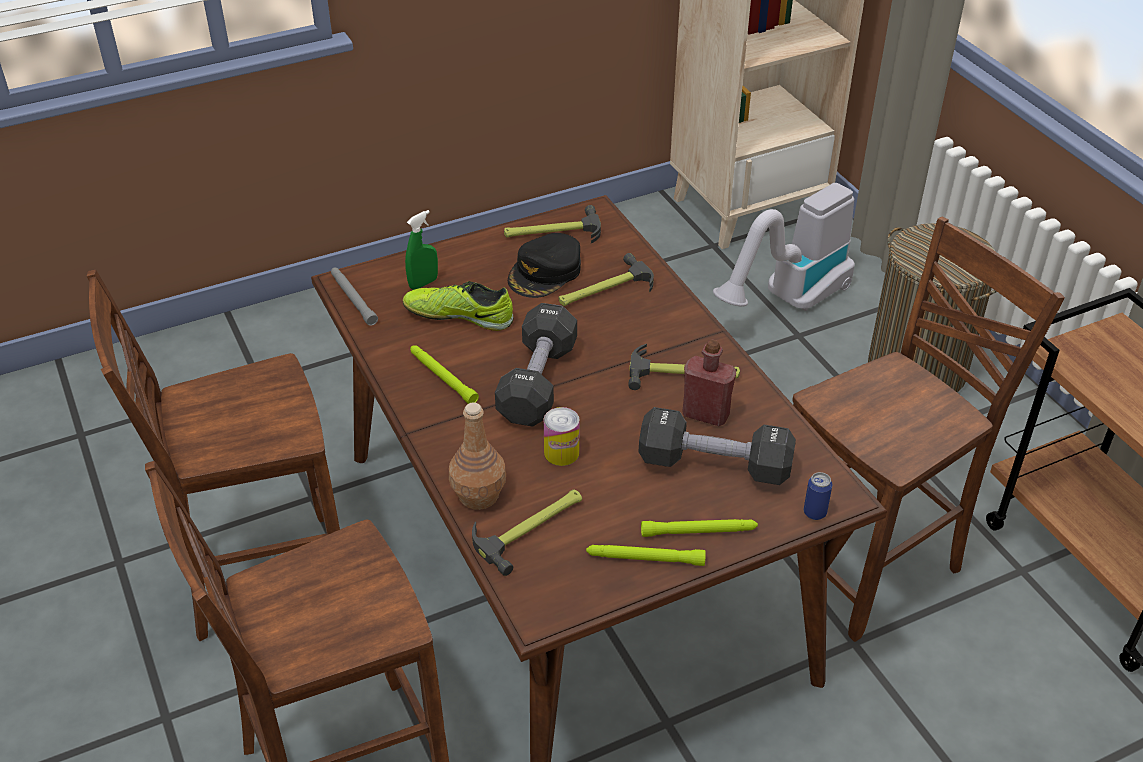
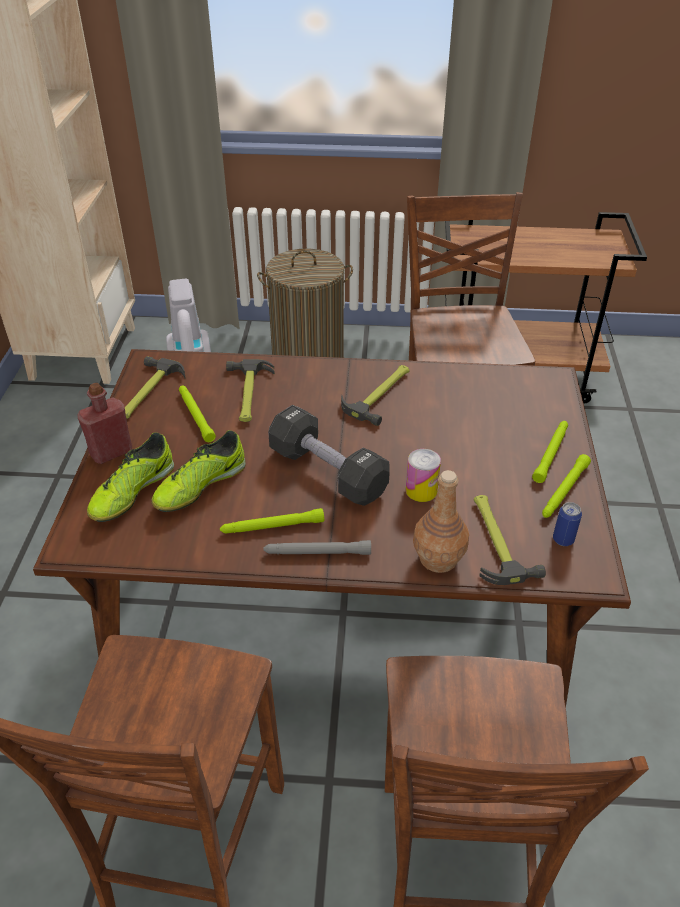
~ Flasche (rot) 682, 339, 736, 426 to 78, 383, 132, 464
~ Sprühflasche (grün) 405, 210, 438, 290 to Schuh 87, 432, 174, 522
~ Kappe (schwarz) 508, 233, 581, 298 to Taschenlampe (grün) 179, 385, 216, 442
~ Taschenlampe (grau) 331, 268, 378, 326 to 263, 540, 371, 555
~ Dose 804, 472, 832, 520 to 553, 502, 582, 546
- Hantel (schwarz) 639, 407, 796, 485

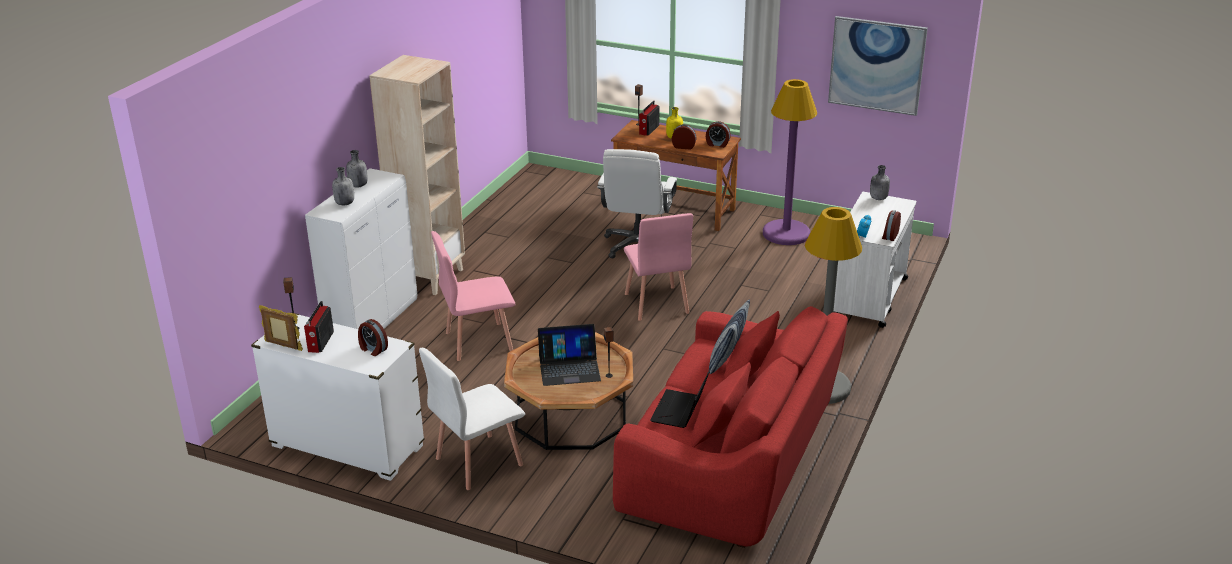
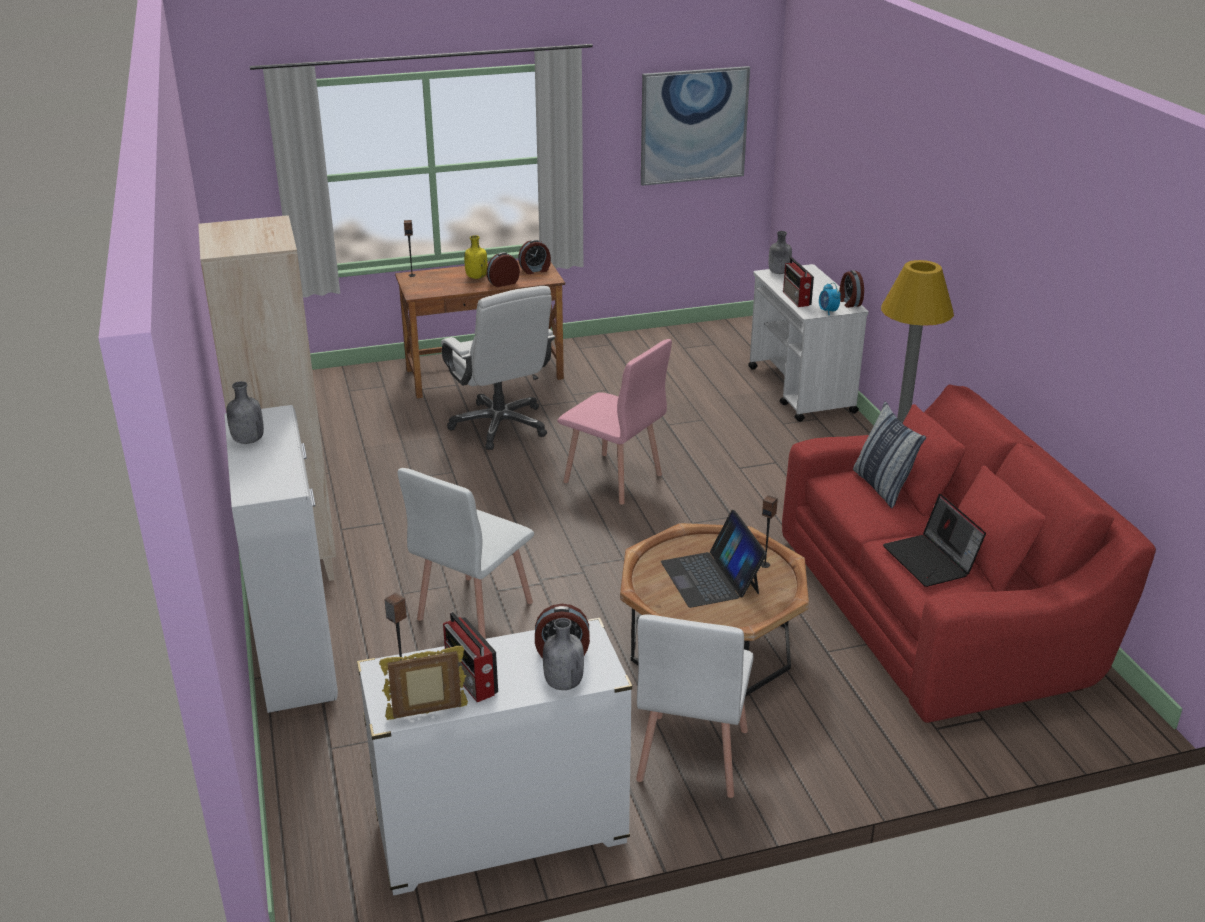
~ Stuhl (rosa) 431, 231, 516, 361 to Stuhl (weiß) 398, 468, 534, 639
~ Flasche (grau) 332, 167, 354, 205 to 543, 618, 584, 690
~ Laptop 538, 324, 601, 386 = 661, 510, 767, 608 120 degrees clockwise
~ Radio 639, 101, 660, 136 to 783, 257, 814, 307
- Stehlampe (lila) 763, 79, 817, 245

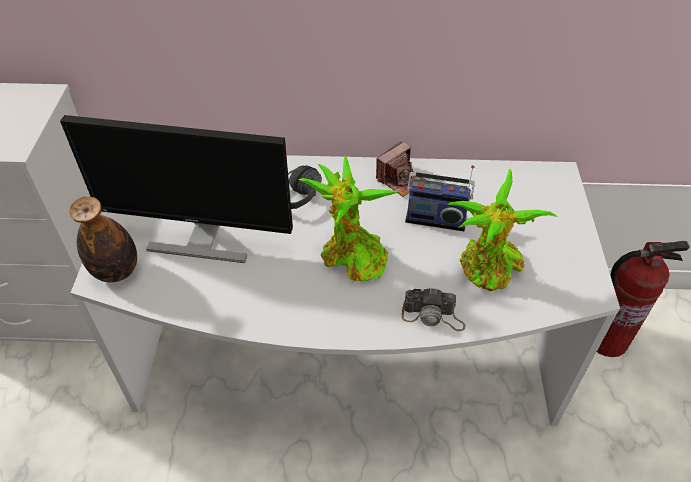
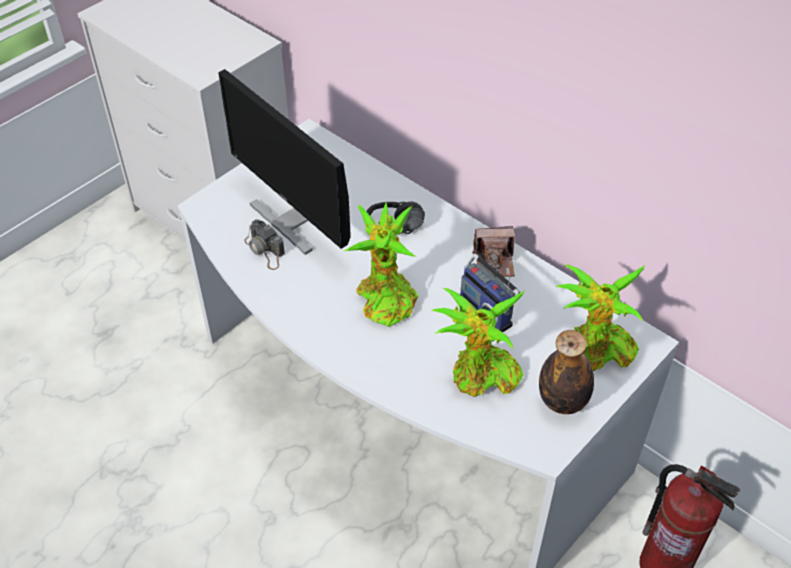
~ Kamera 402, 288, 465, 331 to 244, 219, 285, 270
~ Flasche 69, 196, 137, 282 to 539, 330, 594, 414
+ Topfpflanze 555, 265, 645, 371

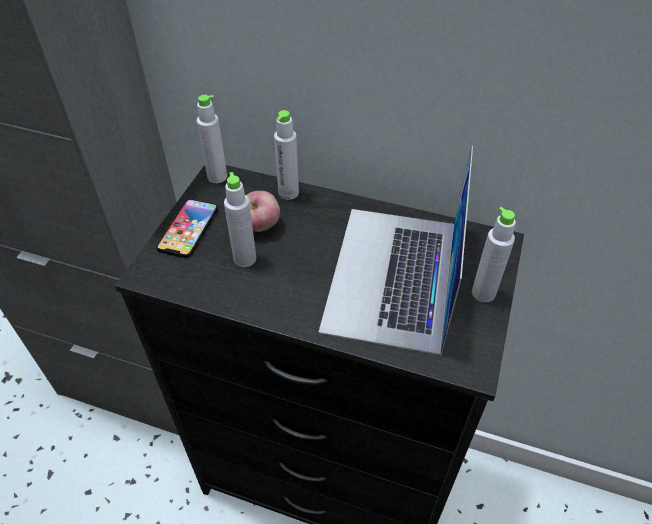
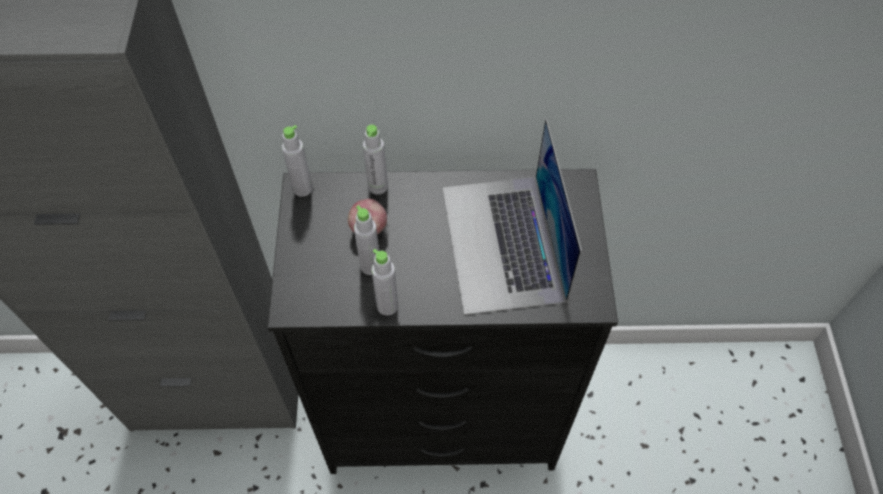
~ Flasche (grau) 472, 207, 516, 302 to 371, 249, 398, 315
- Handy 156, 199, 218, 258

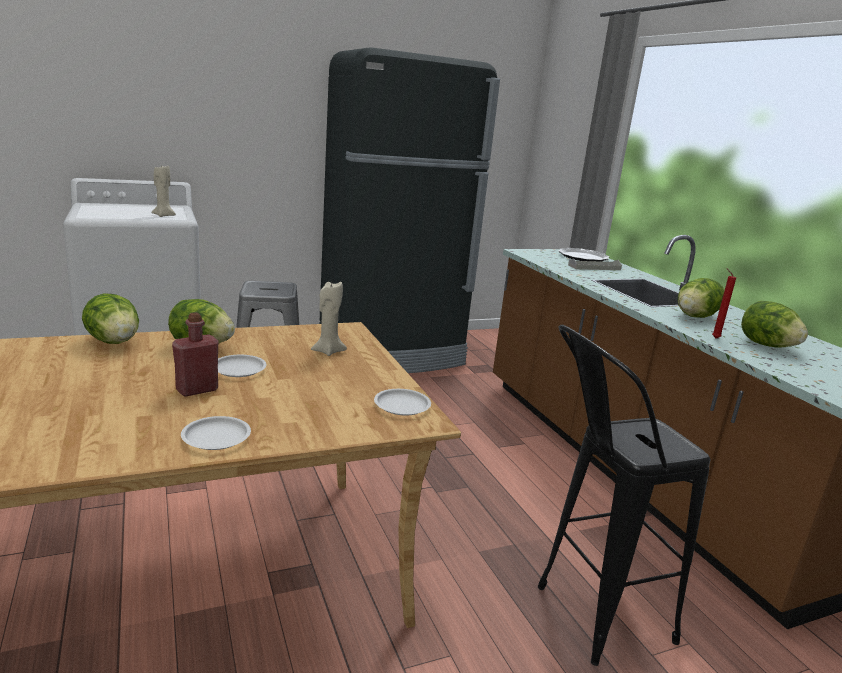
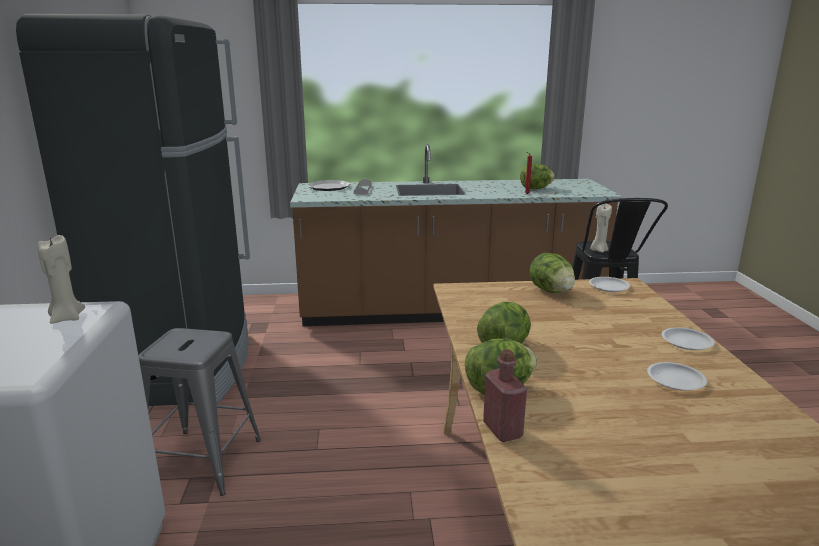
~ Flasche (rot) 172, 313, 218, 397 to 483, 349, 527, 442
~ Salatkopf 678, 278, 724, 318 to 529, 253, 575, 293
~ Kerze (beige) 311, 280, 347, 356 to 590, 204, 612, 253
~ Teller (weiß) 218, 355, 267, 377 to 647, 362, 707, 391

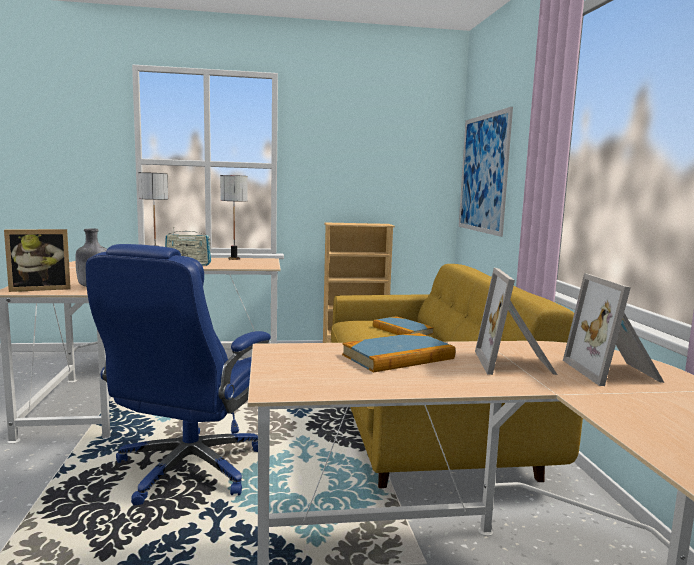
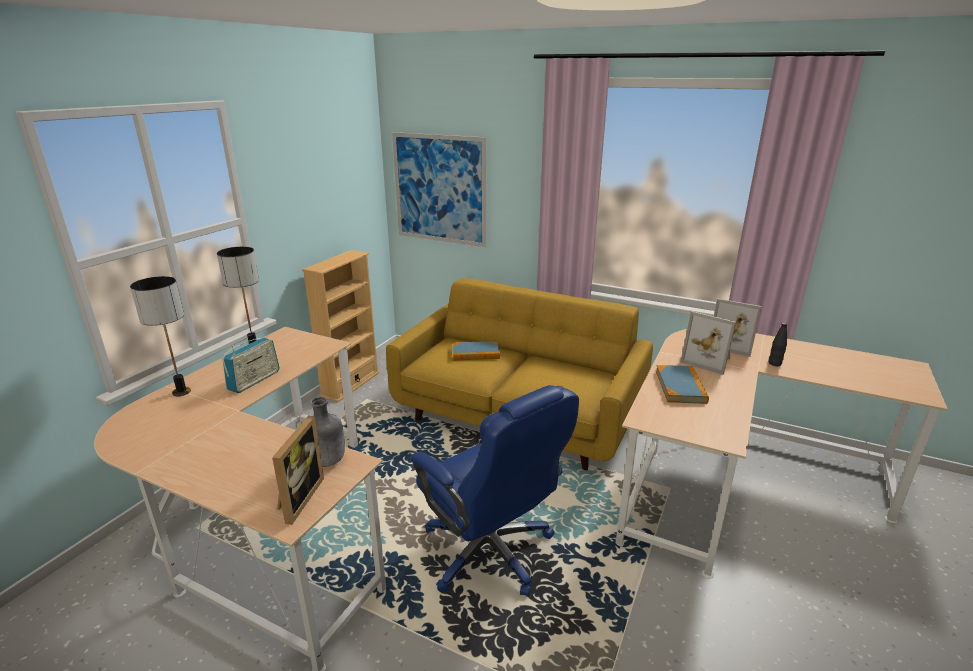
+ Flasche (schwarz) 769, 323, 787, 366

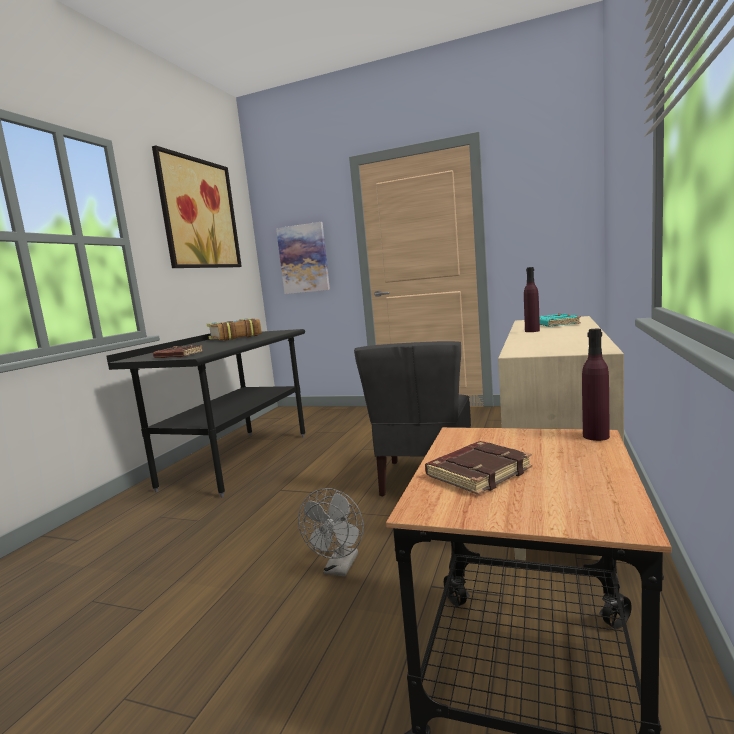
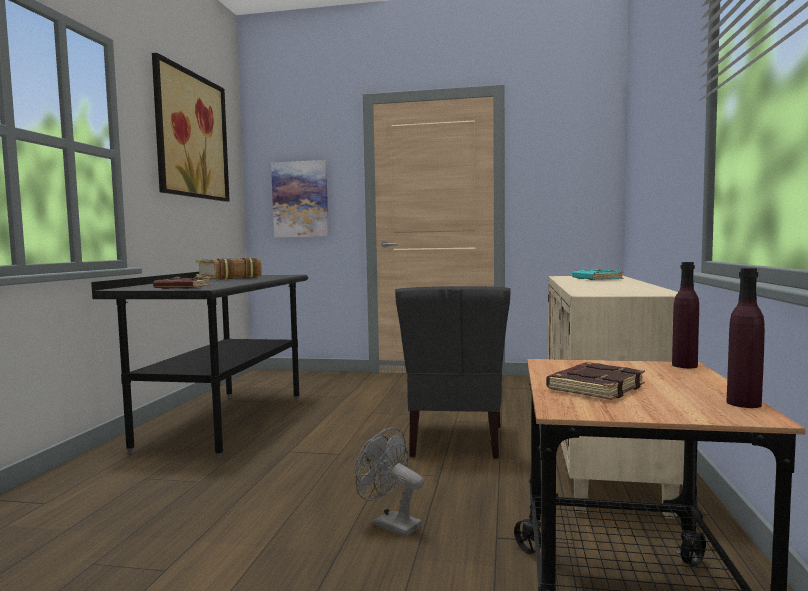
~ Ventilator (grau) 298, 488, 364, 576 = 355, 427, 424, 537 120 degrees clockwise
~ Flasche (lila) 524, 267, 540, 332 to 726, 268, 765, 408

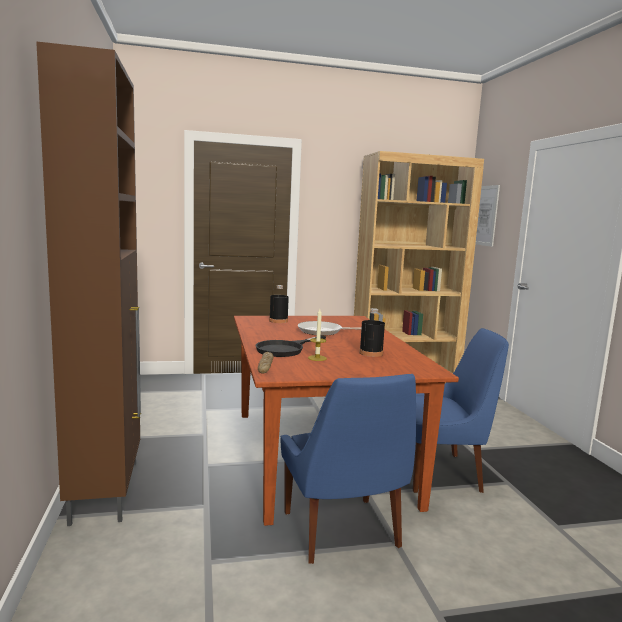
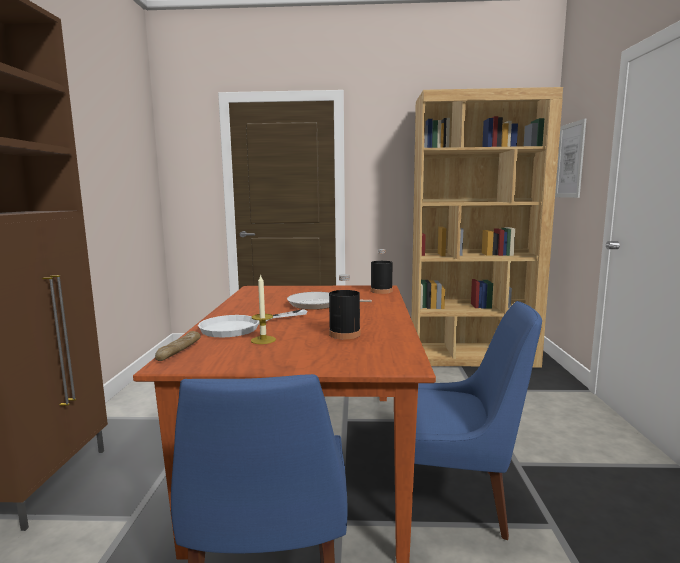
~ Pfanne (schwarz) 256, 335, 326, 357 to Pfanne (weiß) 198, 309, 307, 338
~ Flasche (schwarz) 269, 285, 289, 323 to 371, 249, 393, 294

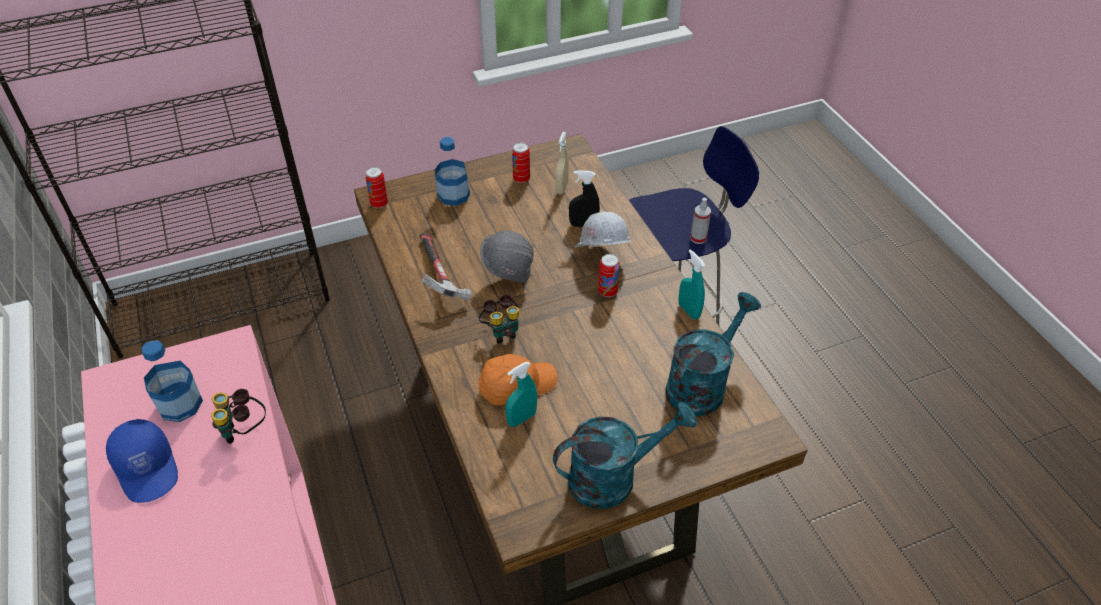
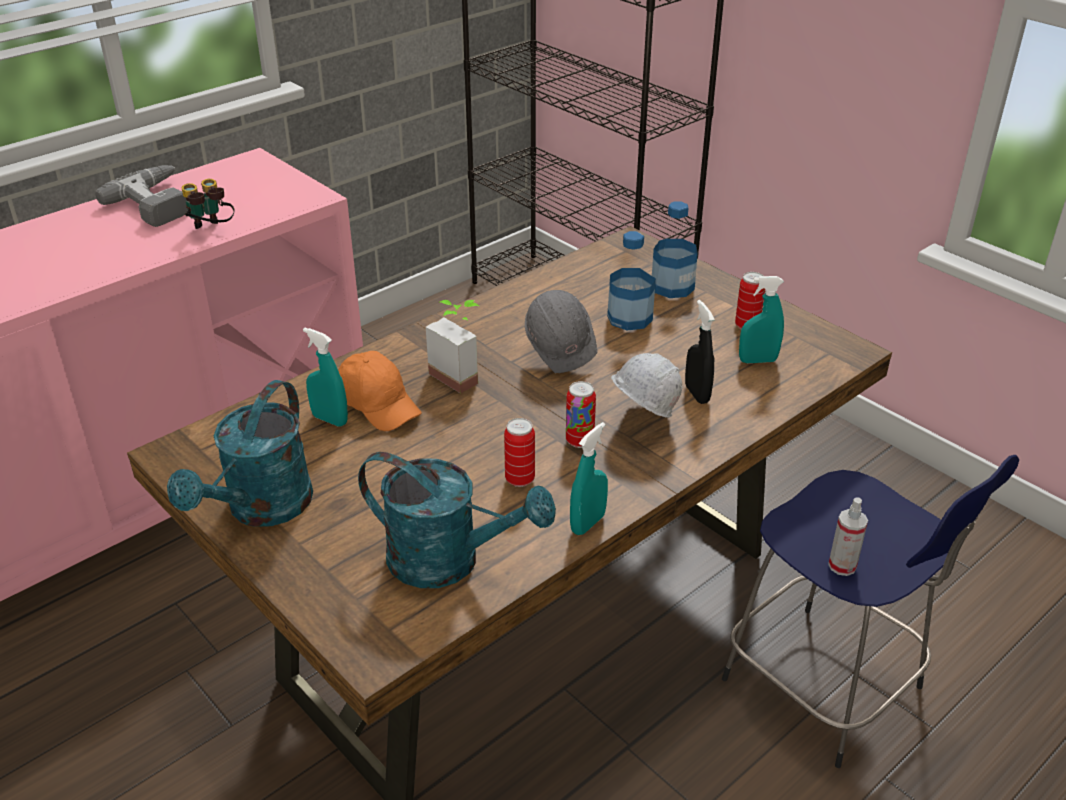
~ Kappe (blau) 106, 419, 178, 503 to Bohrmaschine 95, 165, 188, 227
~ Gießkanne (türkis) 553, 402, 697, 509 = 167, 380, 313, 527 60 degrees clockwise
~ Fernglas 478, 295, 519, 344 to Topfpflanze 426, 300, 479, 394
~ Dose 365, 167, 388, 208 to 504, 418, 535, 487
~ Flasche 141, 340, 203, 422 to 607, 231, 656, 330
~ Sprühflasche (beige) 556, 132, 569, 194 to Sprühflasche (türkis) 739, 276, 784, 363
- Hammer 420, 232, 471, 300

